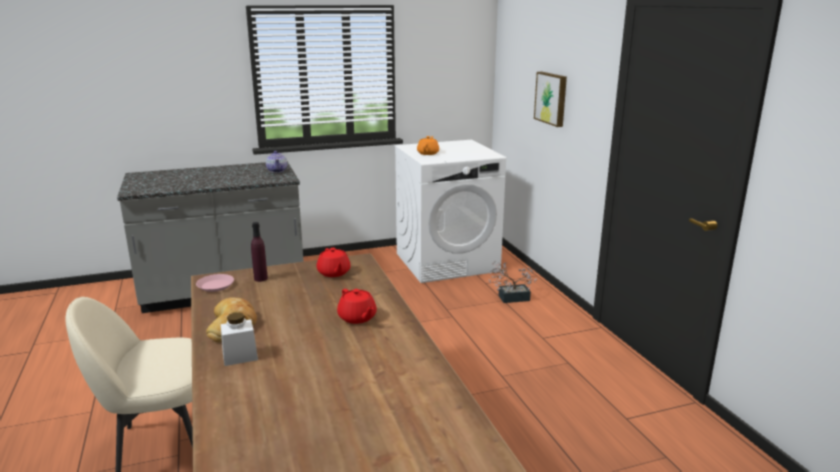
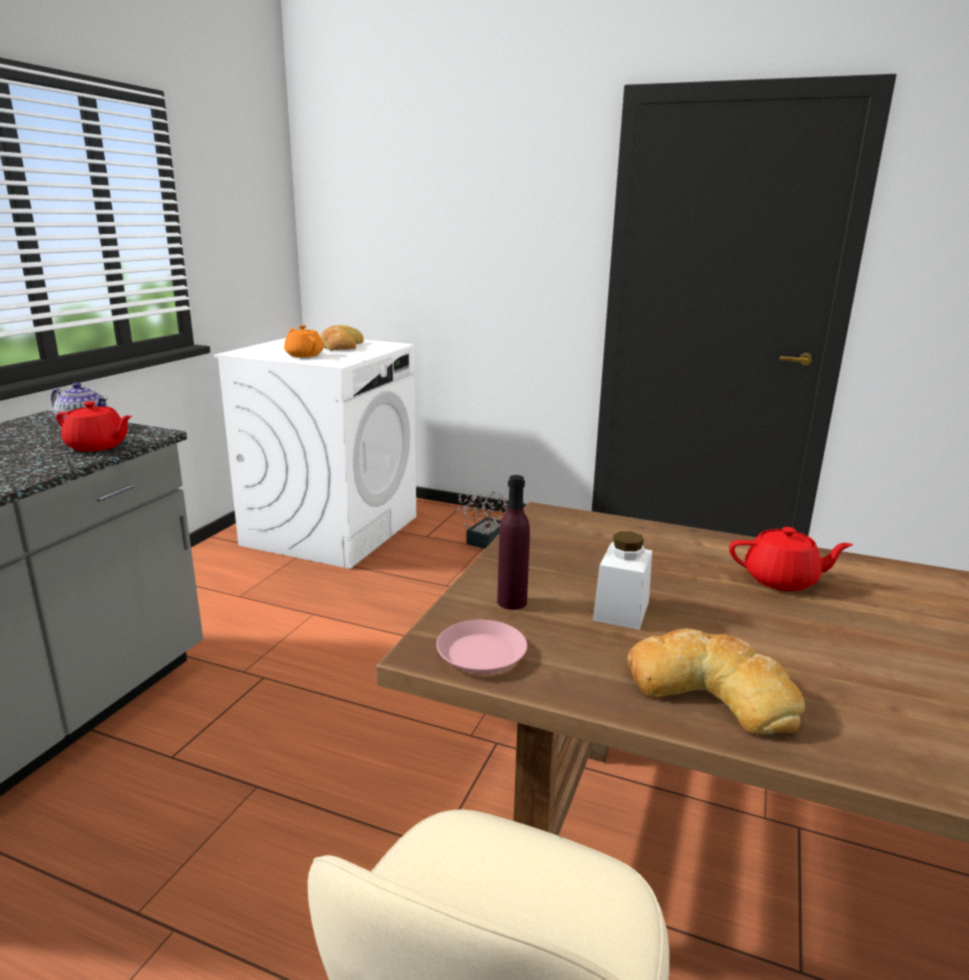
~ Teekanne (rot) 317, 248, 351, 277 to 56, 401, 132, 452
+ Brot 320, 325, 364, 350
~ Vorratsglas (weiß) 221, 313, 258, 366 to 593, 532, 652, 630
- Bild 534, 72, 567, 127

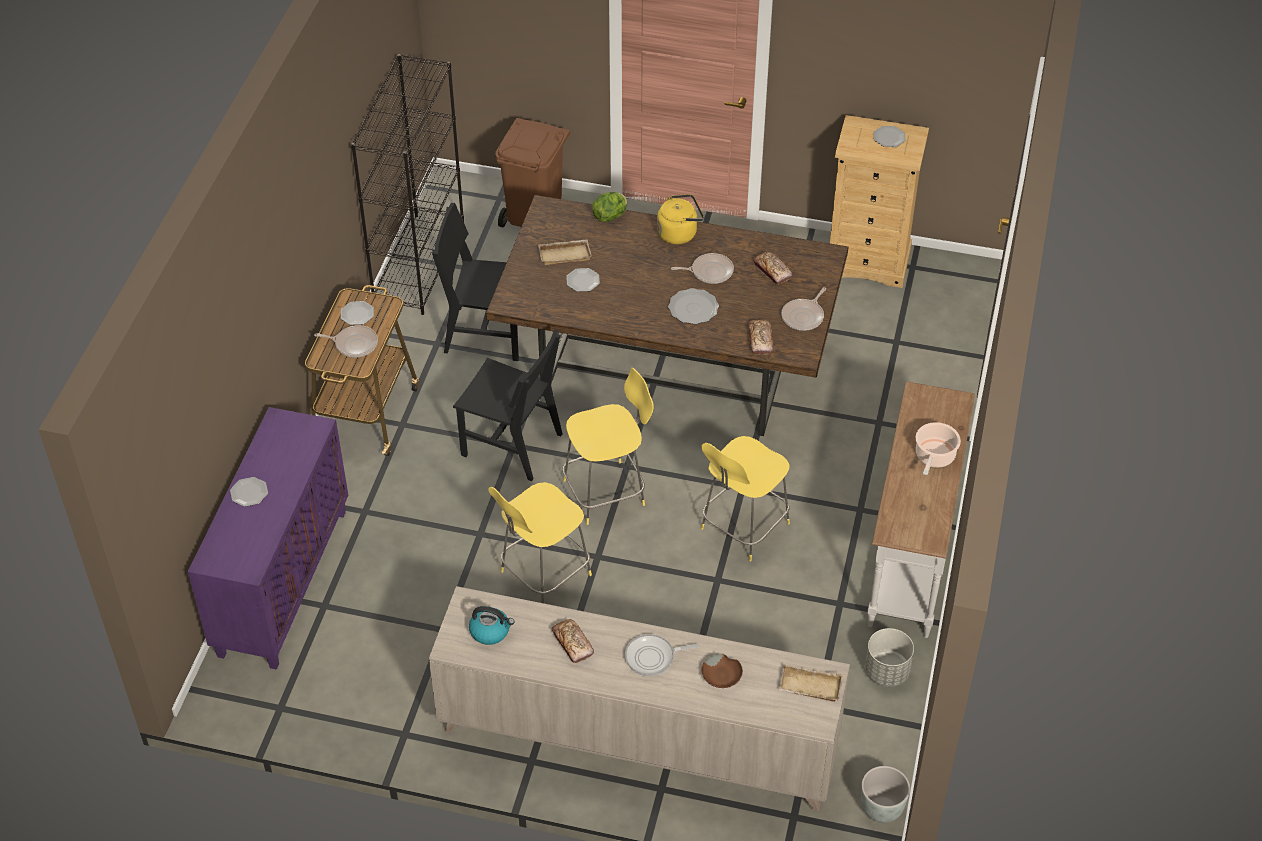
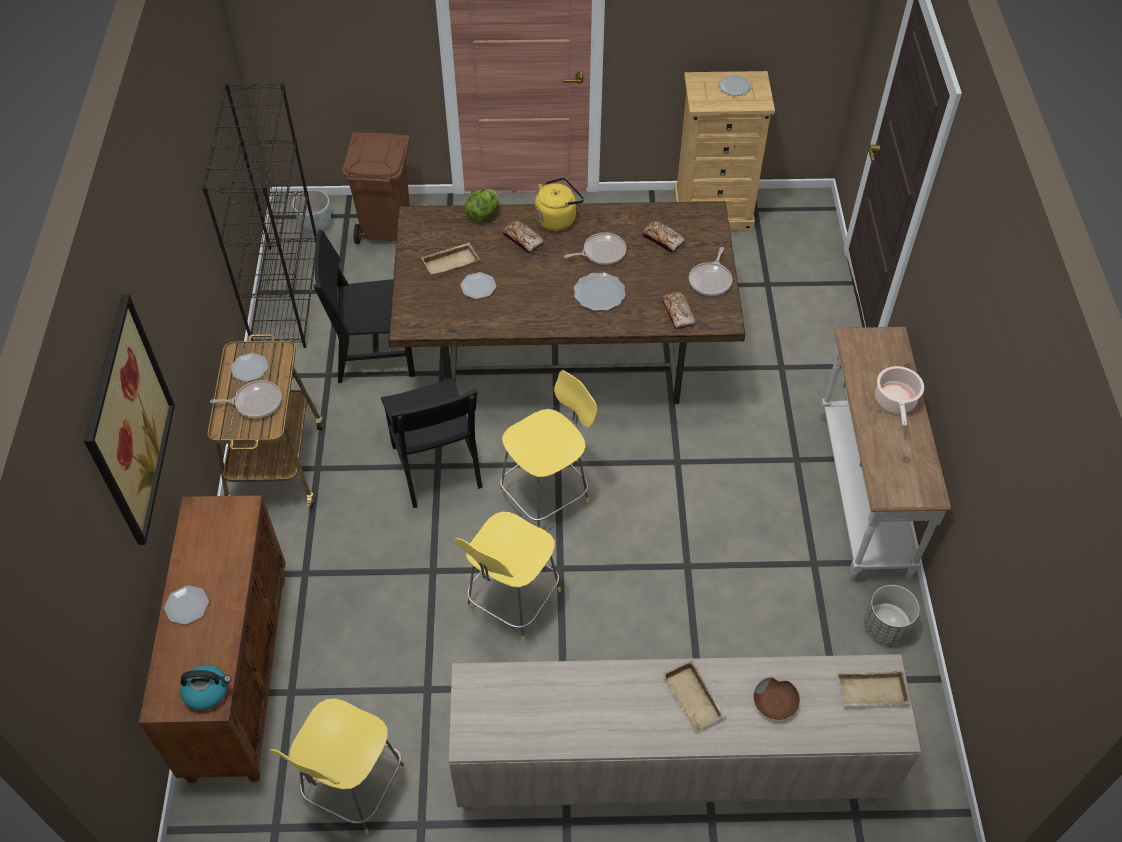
+ Bild 84, 294, 175, 545
~ Schrank (lila) 188, 407, 348, 670 to Schrank (braun) 139, 495, 286, 783
~ Wasserkessel 469, 606, 514, 645 to 180, 665, 231, 710
~ Hocker (gelb) 701, 436, 790, 561 to 270, 699, 406, 835
~ Pflanzkübel (grau) 861, 766, 910, 823 to 292, 189, 331, 233
~ Stuhl (schwarz) 453, 328, 562, 481 = 381, 377, 482, 508 60 degrees clockwise
~ Brot 552, 619, 594, 663 to 502, 221, 544, 253
~ Pfanne 625, 634, 700, 676 to Tablett (beige) 663, 660, 726, 731

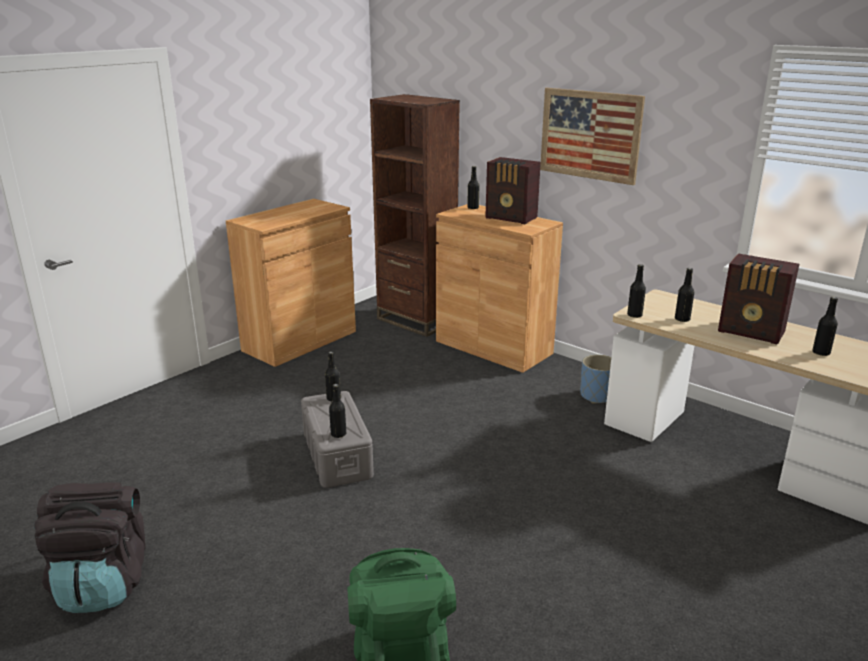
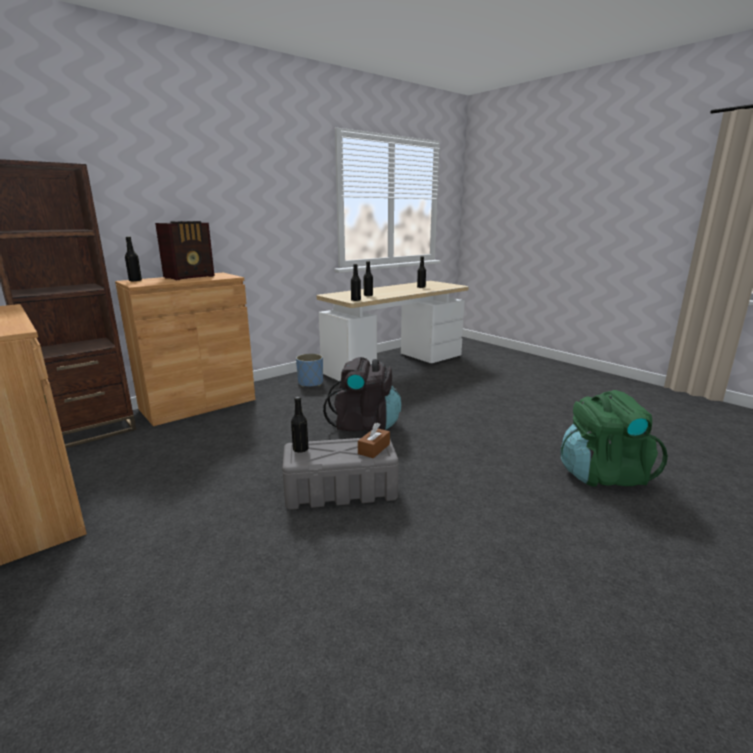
~ Rucksack (schwarz) 34, 483, 146, 613 to 323, 357, 401, 431
~ Flasche (schwarz) 329, 384, 346, 438 to Taschentuchbox (braun) 358, 423, 390, 458
- Bild 540, 88, 645, 185
- Radio 718, 254, 799, 345

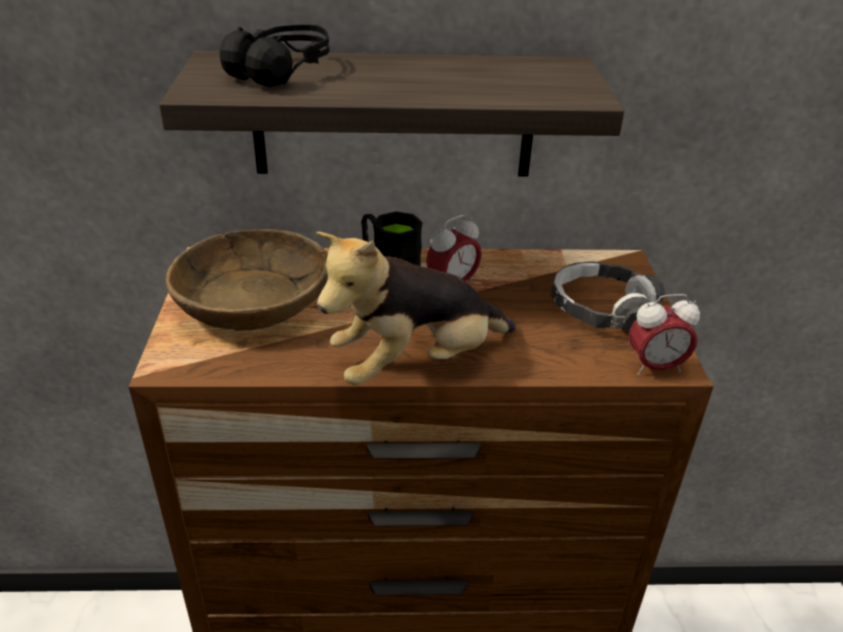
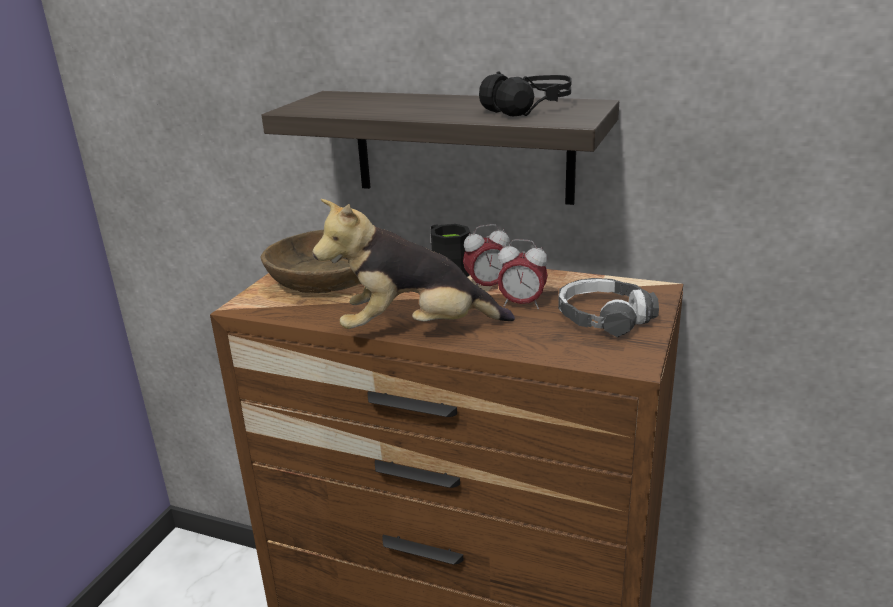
~ Kopfhörer (schwarz) 220, 25, 329, 87 to 479, 71, 572, 116
~ Wecker 629, 294, 700, 375 to 498, 239, 548, 309

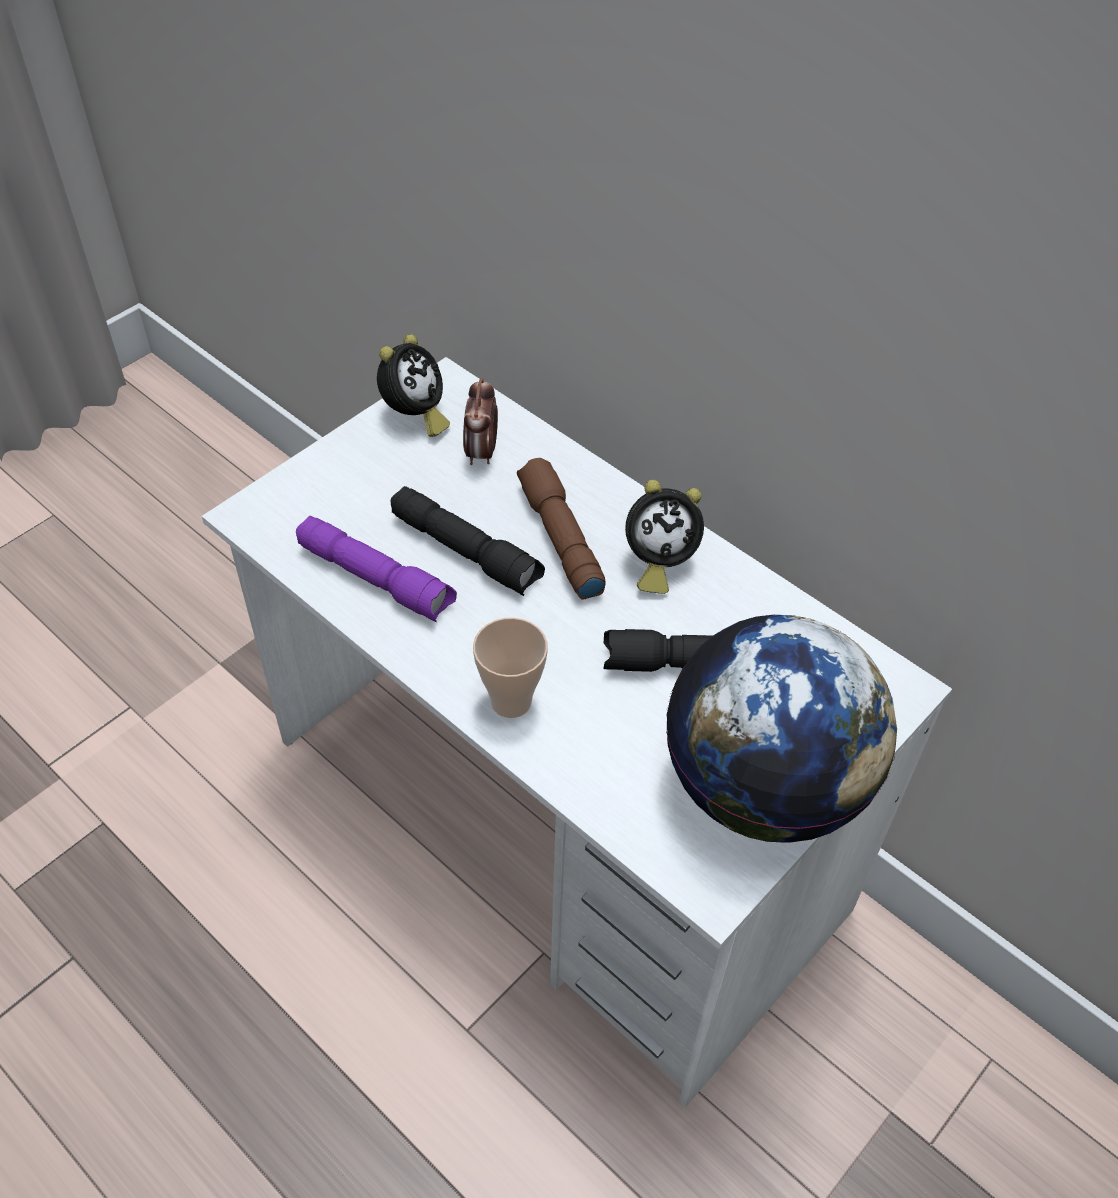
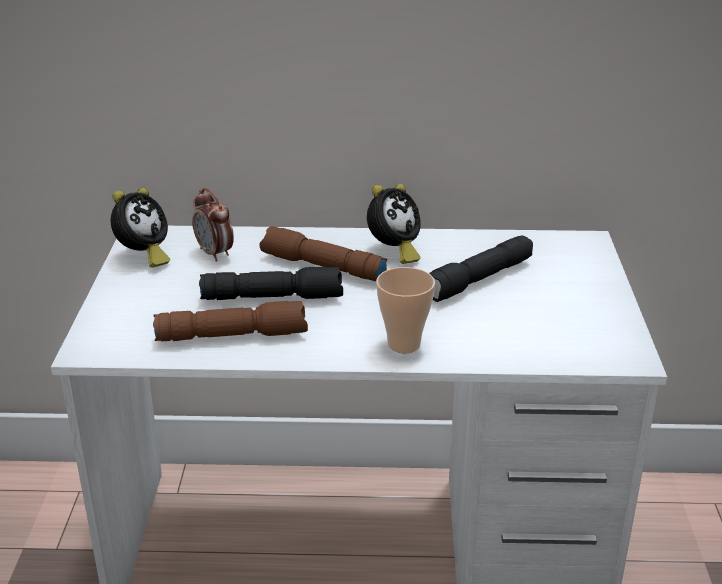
~ Wecker 377, 334, 450, 437 = 111, 188, 170, 268 45 degrees clockwise
~ Taschenlampe (lila) 296, 516, 457, 622 to Taschenlampe (braun) 153, 301, 308, 341
- Globus 666, 615, 897, 843

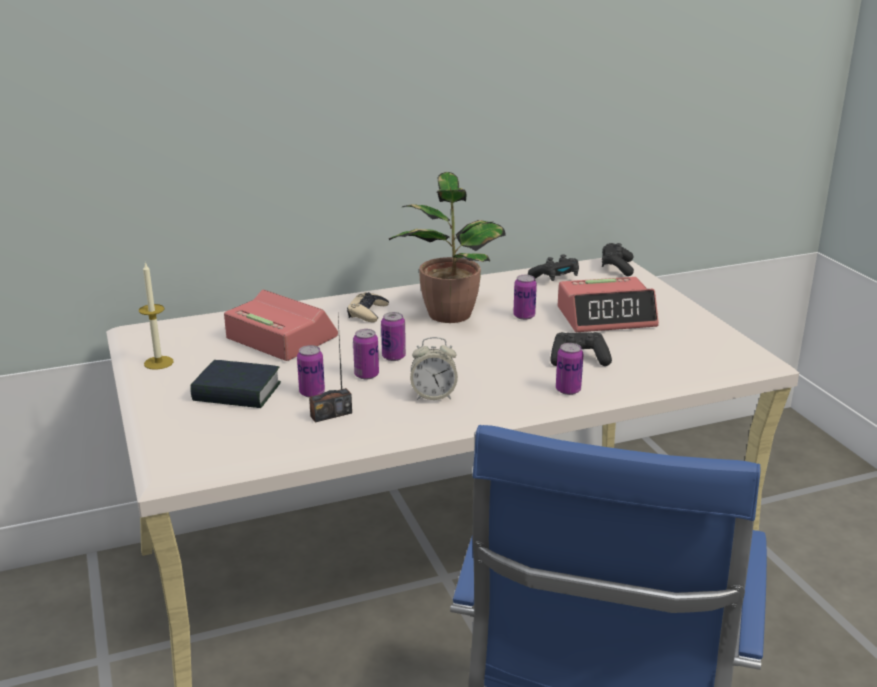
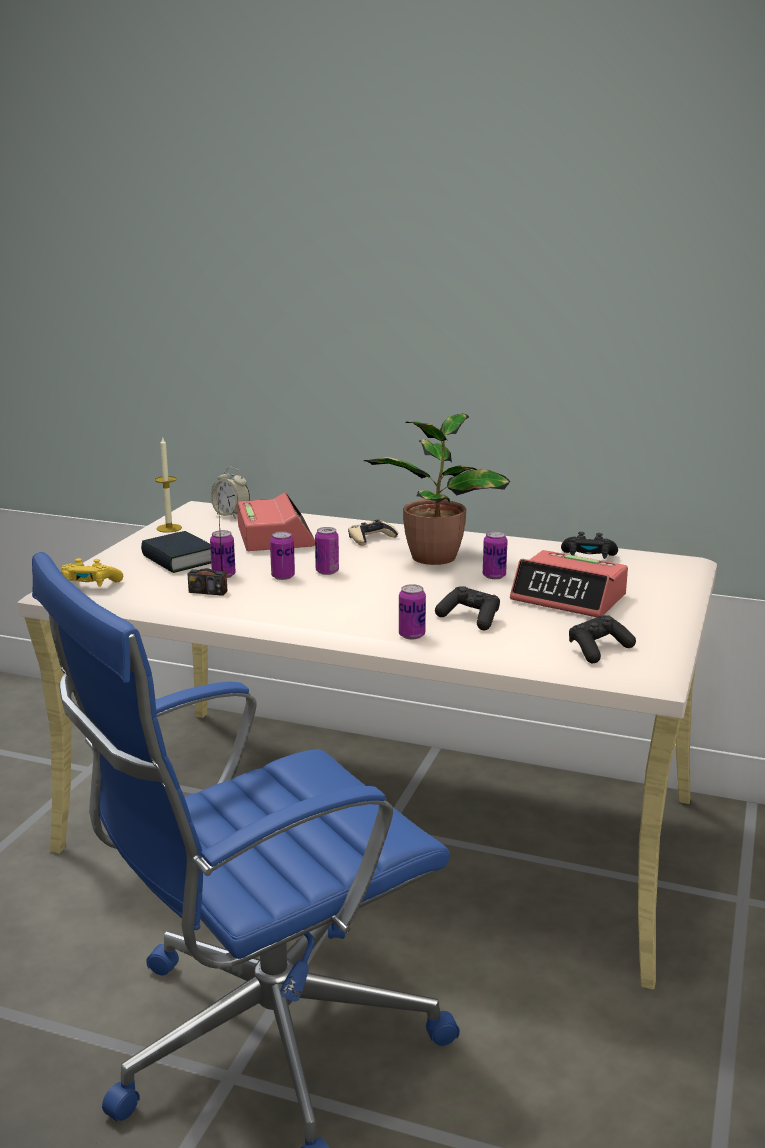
+ Gamepad (gelb) 61, 558, 123, 587
~ Wecker 410, 337, 458, 400 to 211, 467, 250, 519
~ Gamepad (schwarz) 602, 243, 634, 276 to 569, 615, 636, 663

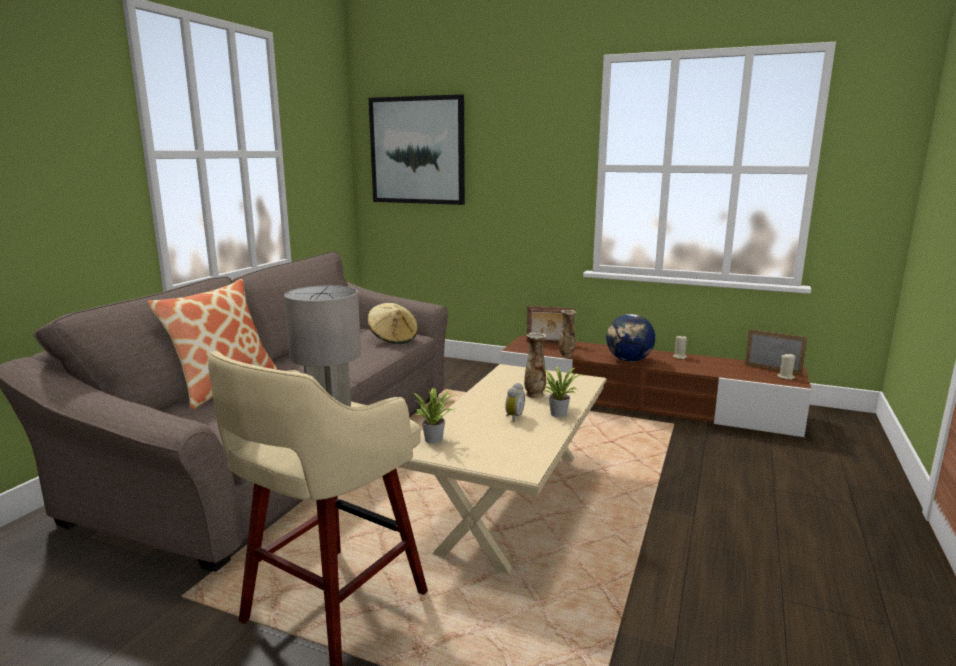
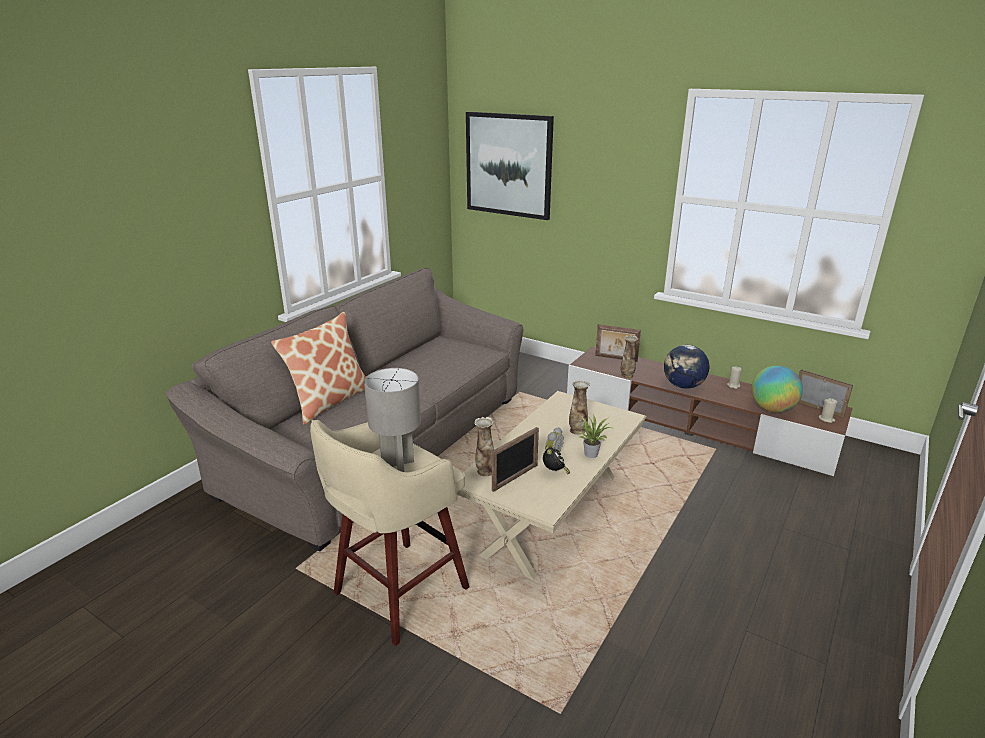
~ Topfpflanze 414, 387, 458, 444 to Vase 474, 417, 494, 476
+ Bilderrahmen 492, 427, 539, 492
+ Wecker 543, 445, 570, 474
+ Globus 752, 366, 803, 413
- Hut (beige) 368, 303, 418, 344

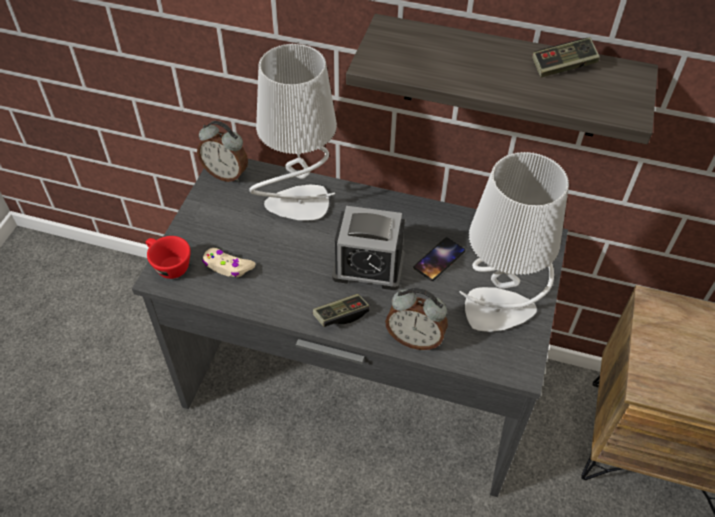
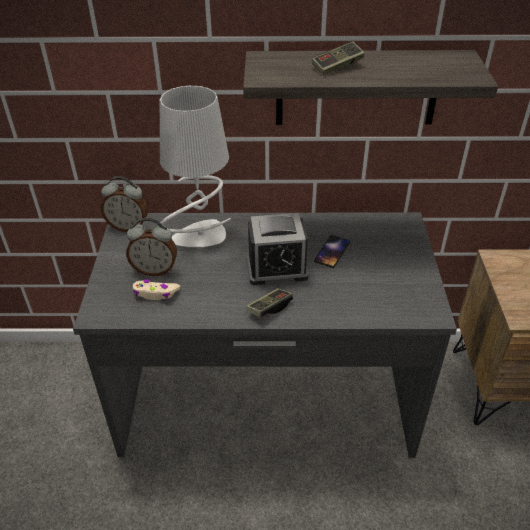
~ Wecker 385, 288, 448, 350 to 126, 218, 177, 276
~ Gamepad 532, 38, 600, 77 to 312, 41, 365, 75
- Tasse (rot) 146, 236, 191, 279
- Tischlampe (grau) 459, 152, 569, 332

